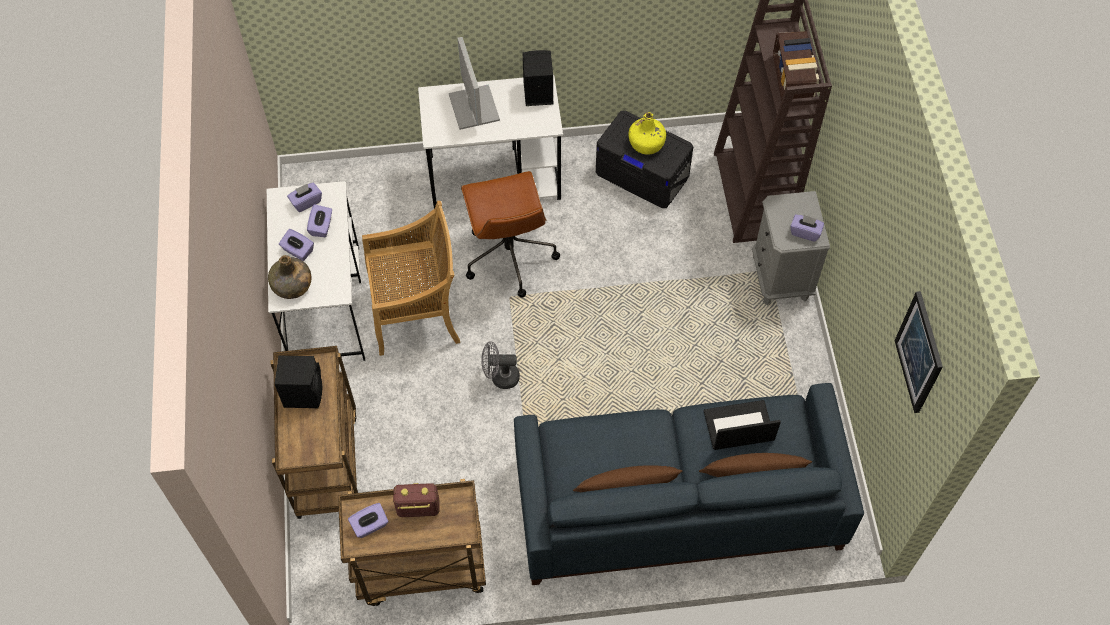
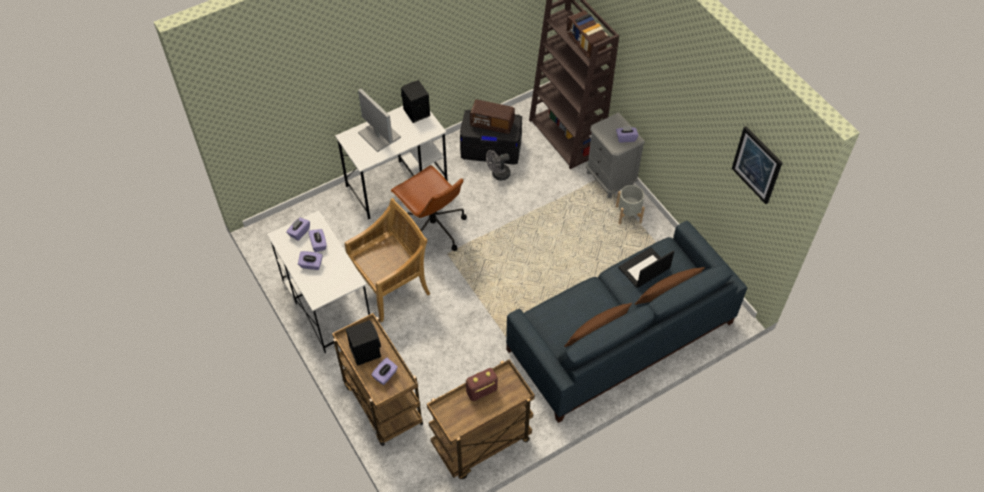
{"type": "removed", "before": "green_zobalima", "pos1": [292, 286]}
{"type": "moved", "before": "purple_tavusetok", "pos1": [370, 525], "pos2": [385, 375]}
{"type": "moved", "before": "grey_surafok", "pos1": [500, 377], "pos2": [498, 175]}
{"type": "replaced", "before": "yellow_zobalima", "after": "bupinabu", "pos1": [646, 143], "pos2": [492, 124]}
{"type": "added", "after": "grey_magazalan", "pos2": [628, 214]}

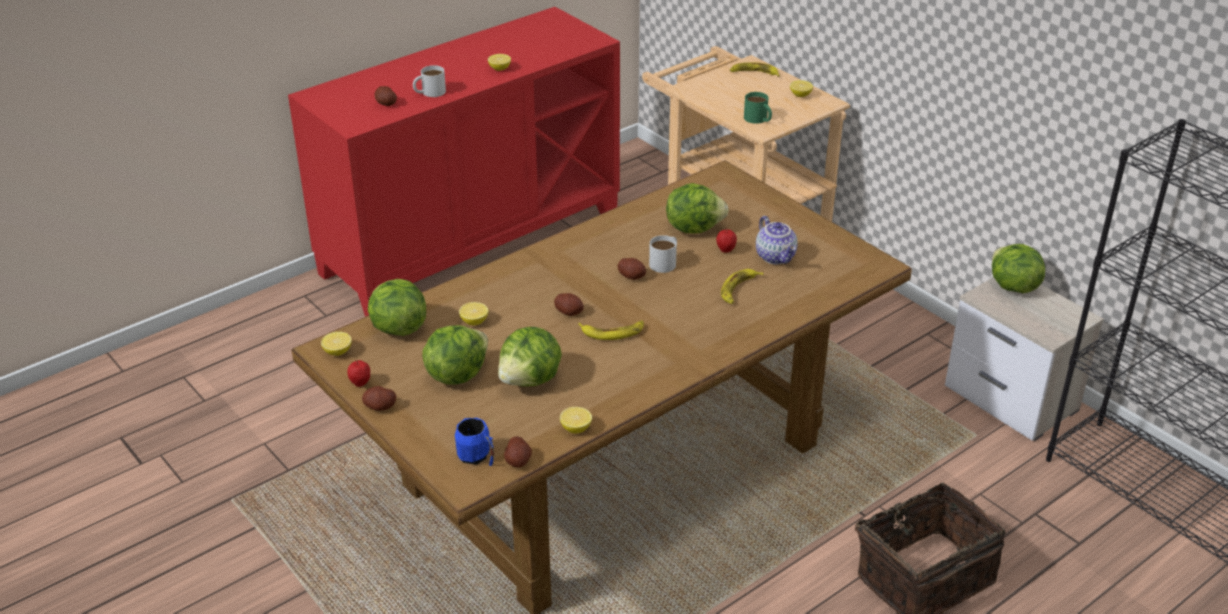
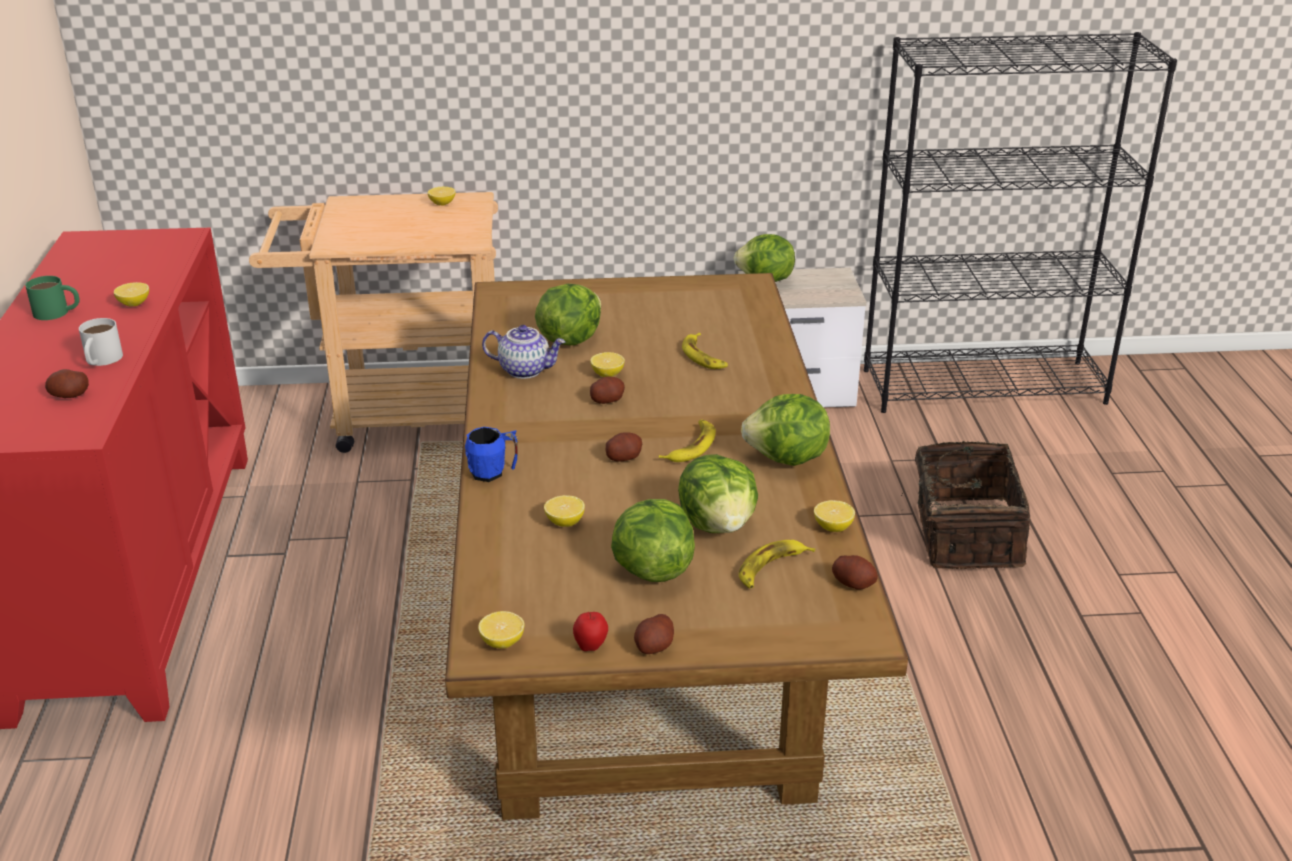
{"type": "moved", "before": "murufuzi", "pos1": [398, 328], "pos2": [787, 459]}
{"type": "moved", "before": "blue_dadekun", "pos1": [477, 458], "pos2": [493, 472]}
{"type": "replaced", "before": "white_dadekun", "after": "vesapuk", "pos1": [665, 262], "pos2": [607, 374]}
{"type": "removed", "before": "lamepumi", "pos1": [725, 251]}
{"type": "moved", "before": "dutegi", "pos1": [754, 73], "pos2": [771, 568]}
{"type": "moved", "before": "green_dadekun", "pos1": [758, 119], "pos2": [57, 312]}
{"type": "moved", "before": "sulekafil", "pos1": [776, 257], "pos2": [525, 370]}

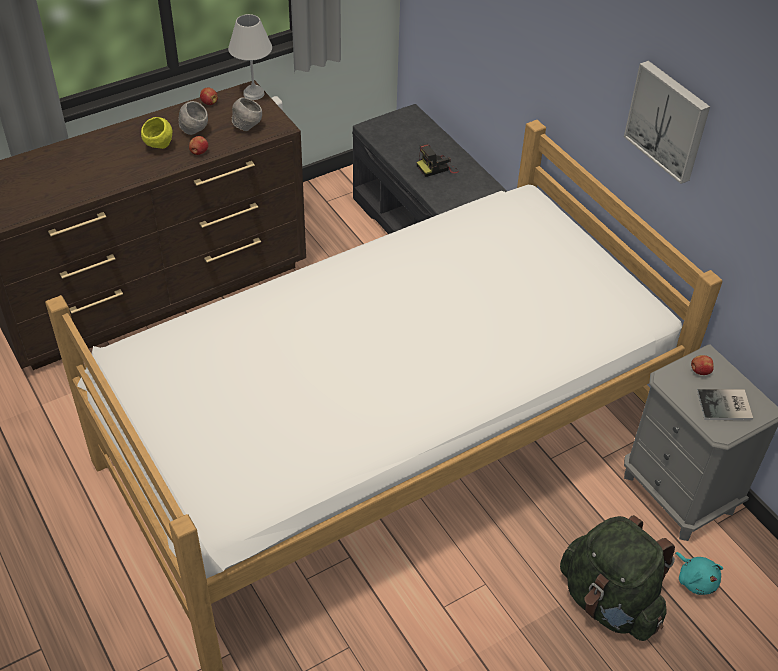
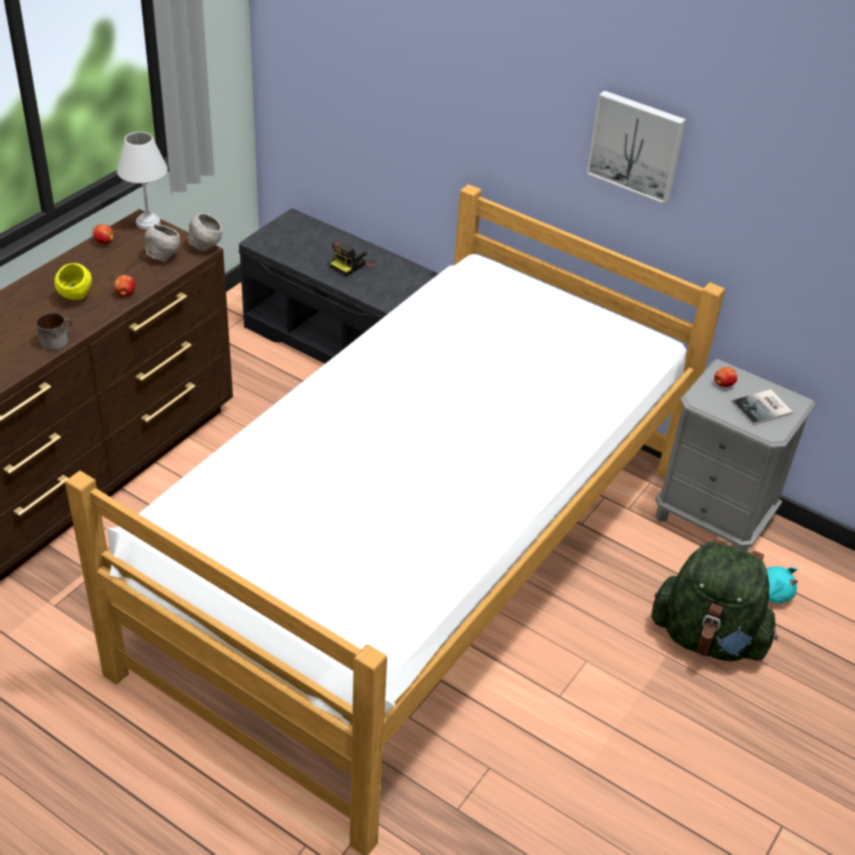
{"type": "moved", "before": "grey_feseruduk", "pos1": [194, 132], "pos2": [206, 247]}
{"type": "added", "after": "dadekun", "pos2": [57, 340]}

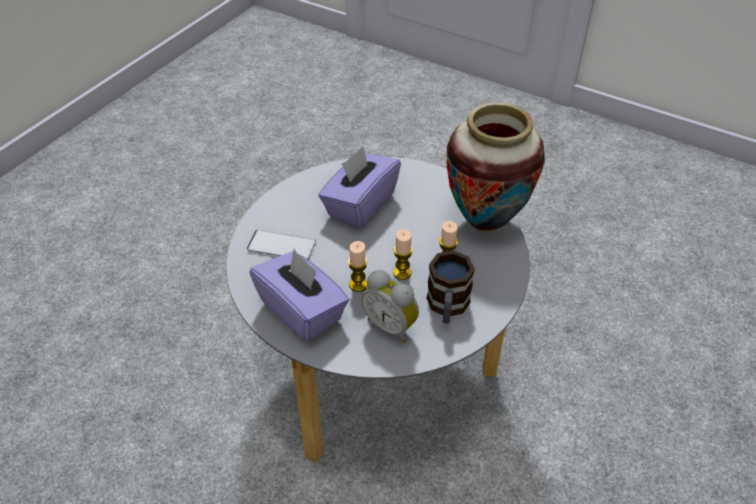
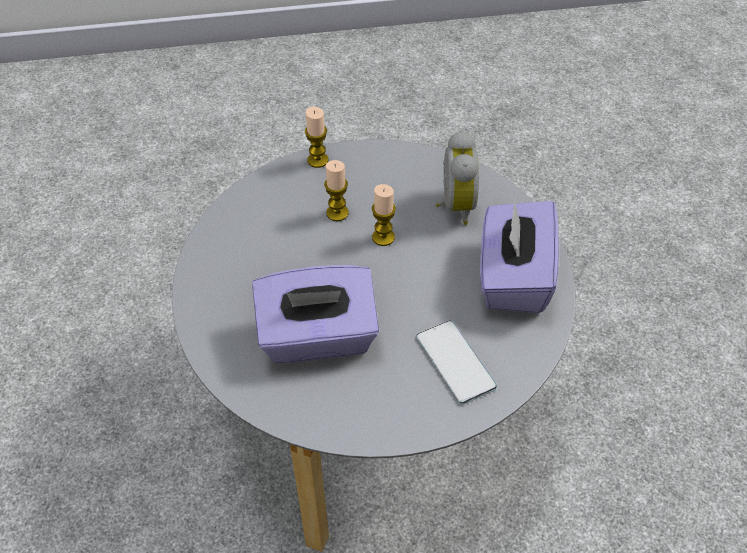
{"type": "moved", "before": "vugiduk", "pos1": [358, 285], "pos2": [317, 160]}
{"type": "removed", "before": "dadekun", "pos1": [447, 307]}
{"type": "removed", "before": "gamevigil", "pos1": [485, 223]}

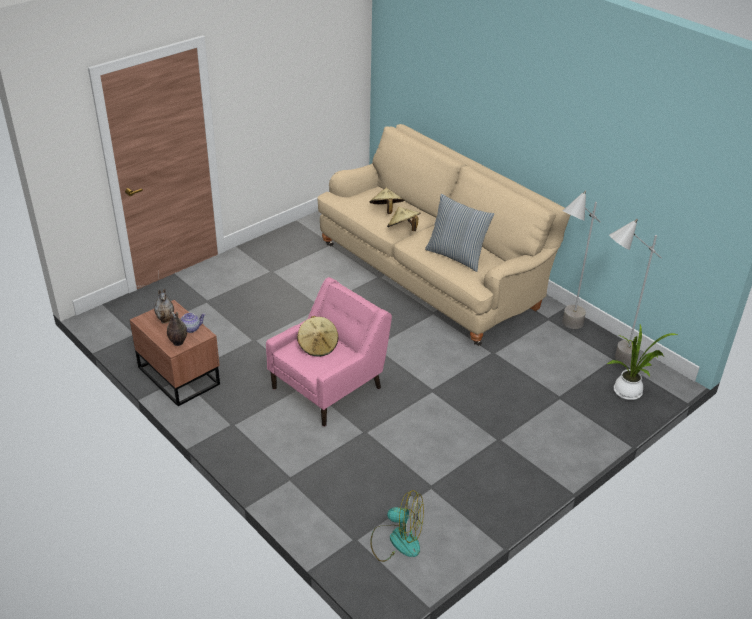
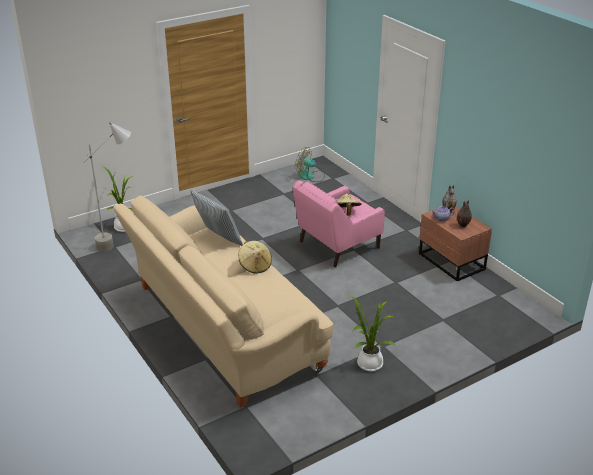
{"type": "removed", "before": "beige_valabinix", "pos1": [386, 210]}
{"type": "removed", "before": "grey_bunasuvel", "pos1": [563, 330]}
{"type": "added", "after": "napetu", "pos2": [368, 363]}

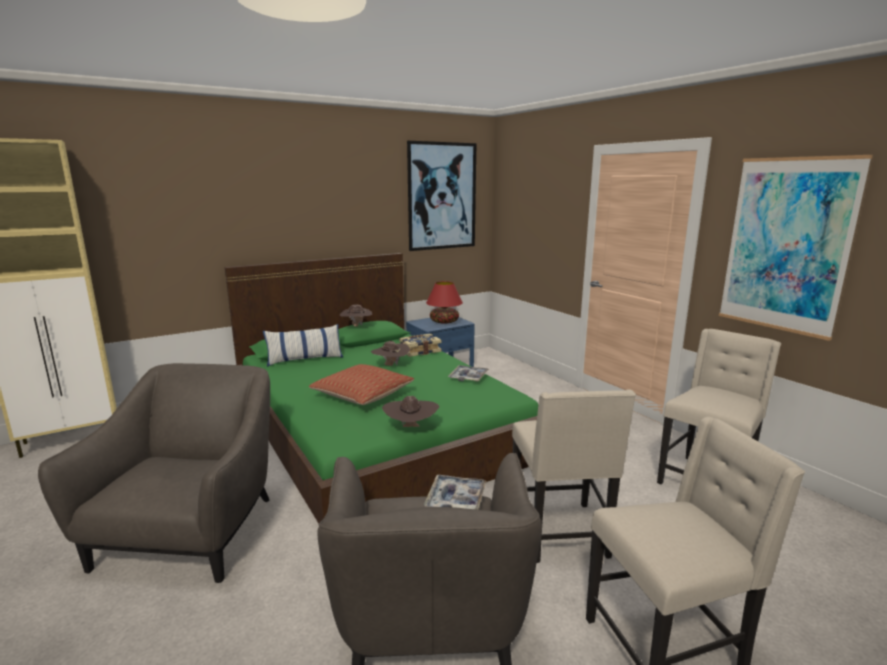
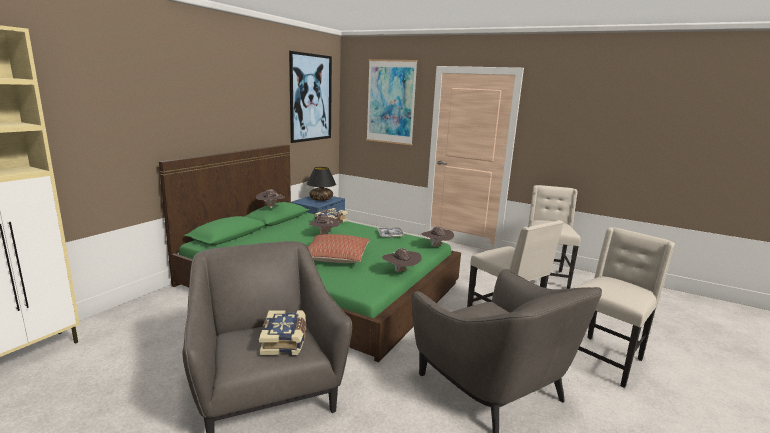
{"type": "removed", "before": "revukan", "pos1": [305, 359]}
{"type": "removed", "before": "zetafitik", "pos1": [456, 499]}
{"type": "recoloured", "before": "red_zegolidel", "after": "black_zegolidel", "pos1": [444, 321], "pos2": [321, 199]}
{"type": "moved", "before": "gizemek", "pos1": [786, 245], "pos2": [391, 102]}
{"type": "added", "after": "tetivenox", "pos2": [285, 341]}
{"type": "added", "after": "brown_valabinix", "pos2": [436, 247]}

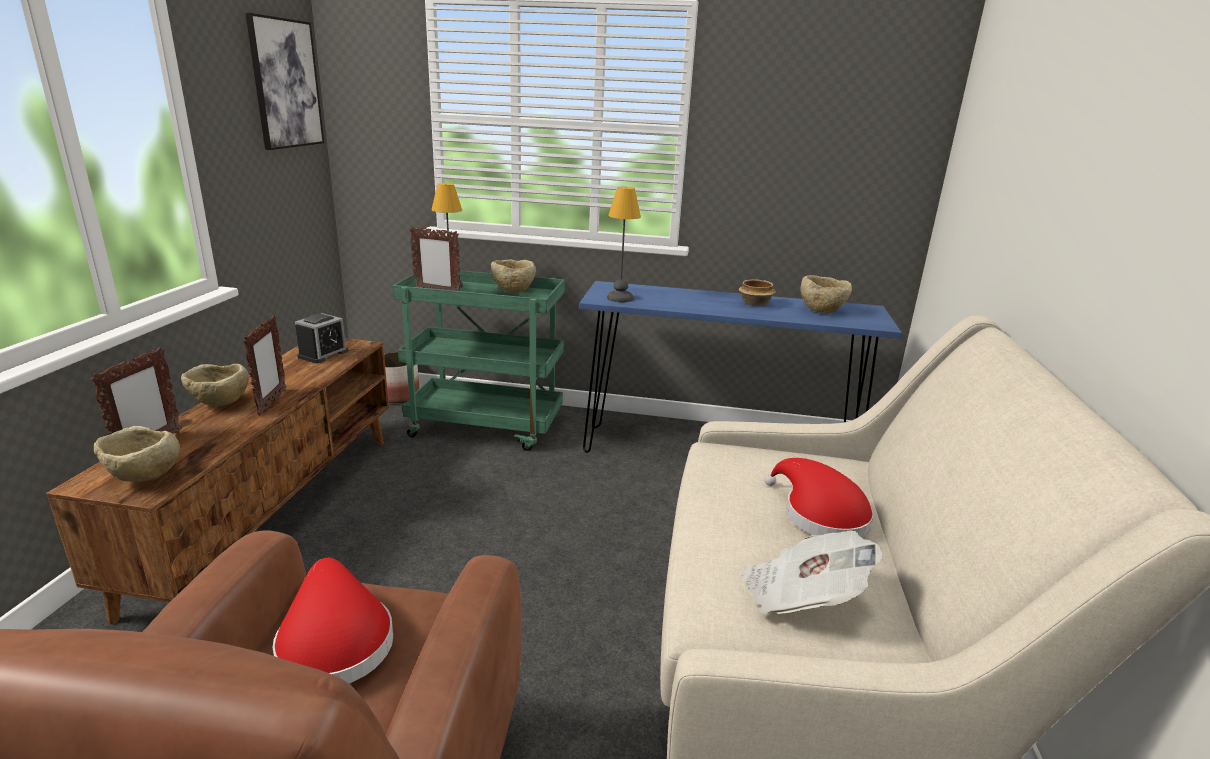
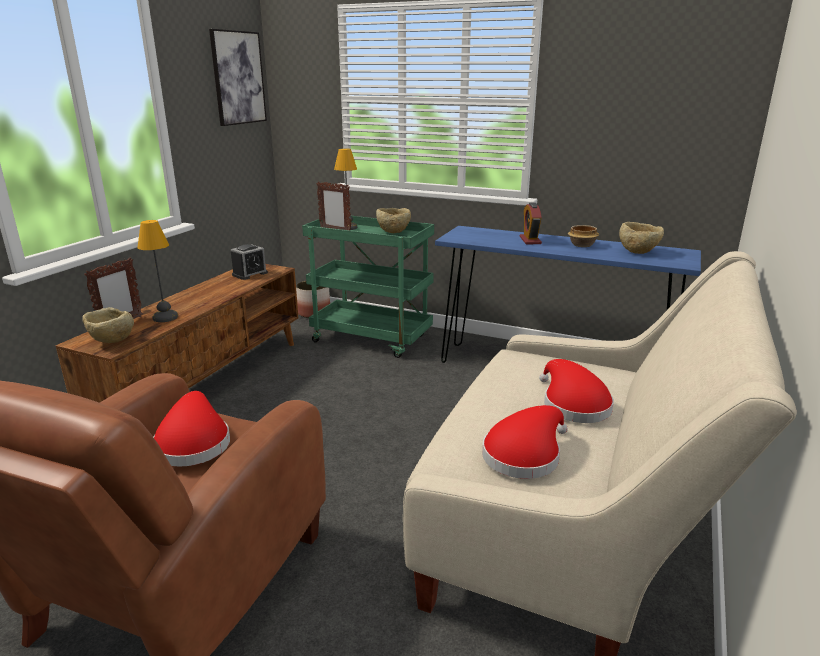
{"type": "removed", "before": "beige_feseruduk", "pos1": [220, 405]}
{"type": "removed", "before": "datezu", "pos1": [272, 402]}
{"type": "moved", "before": "zegolidel", "pos1": [619, 298], "pos2": [164, 317]}
{"type": "replaced", "before": "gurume", "after": "red_valabinix", "pos1": [801, 597], "pos2": [524, 454]}
{"type": "added", "after": "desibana", "pos2": [530, 240]}

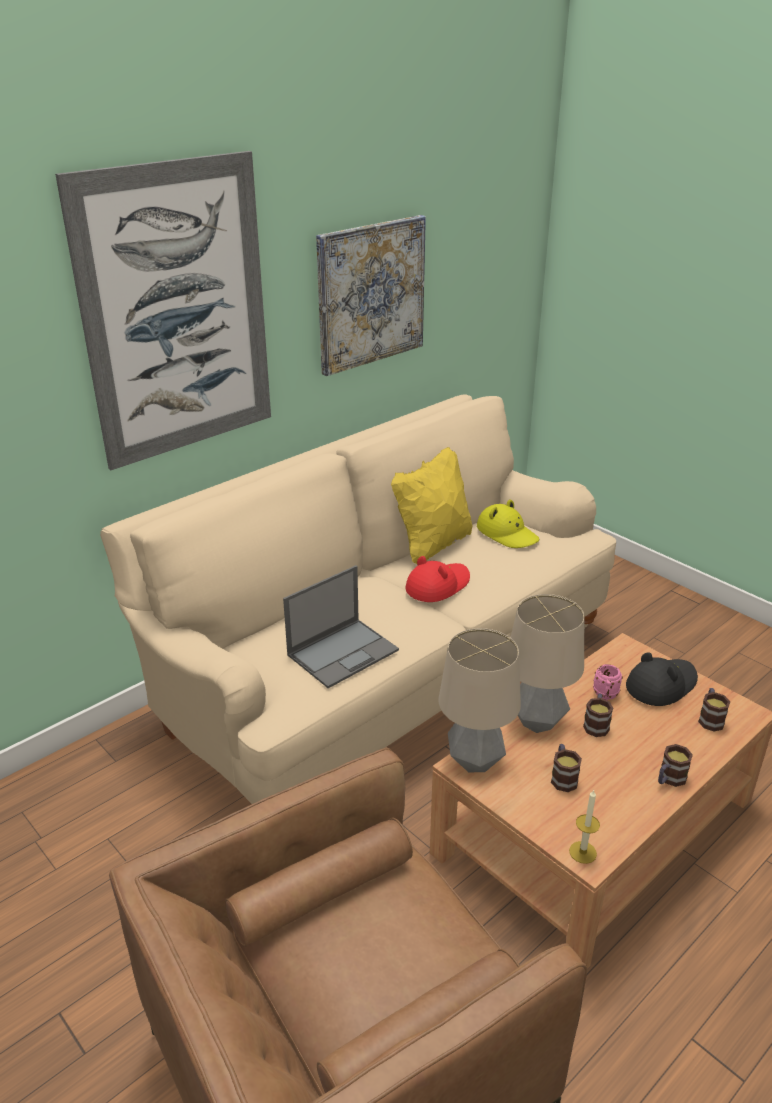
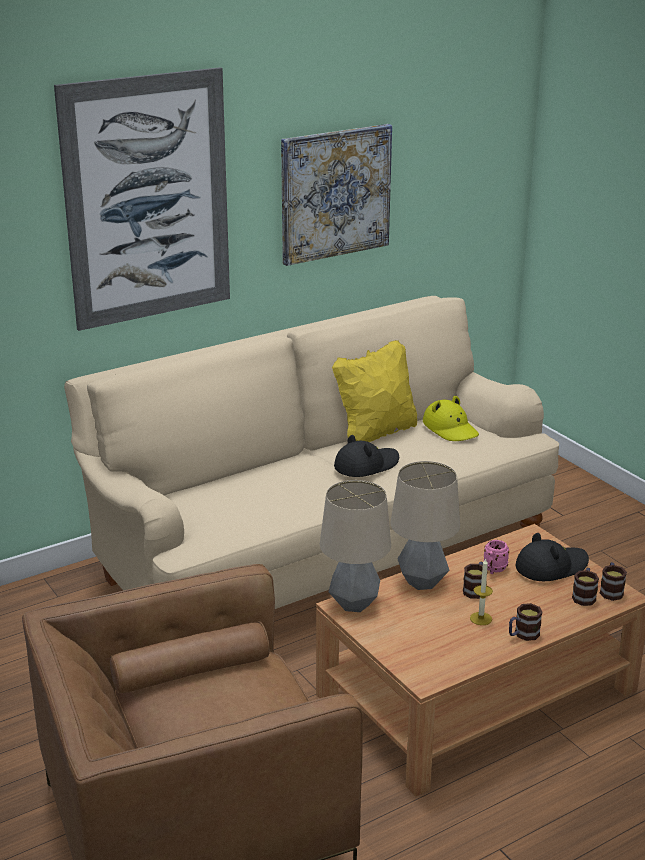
{"type": "removed", "before": "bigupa", "pos1": [343, 652]}
{"type": "recoloured", "before": "red_valabinix", "after": "black_valabinix", "pos1": [437, 585], "pos2": [366, 465]}
{"type": "moved", "before": "dadekun", "pos1": [563, 777], "pos2": [611, 590]}
{"type": "moved", "before": "vugiduk", "pos1": [582, 852], "pos2": [481, 618]}

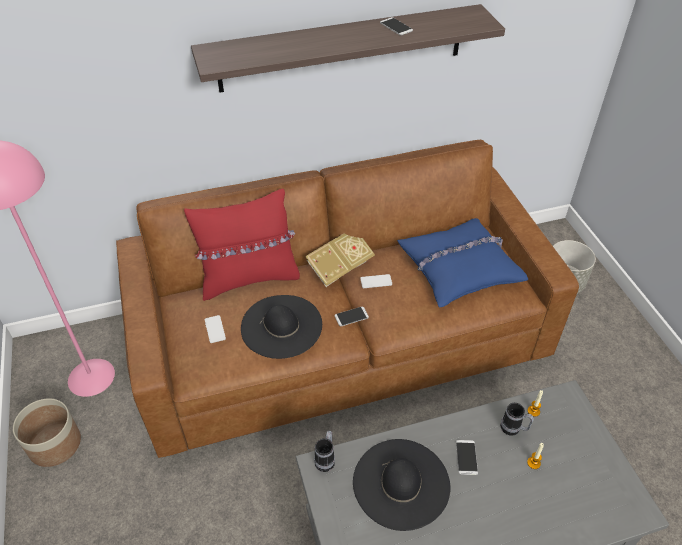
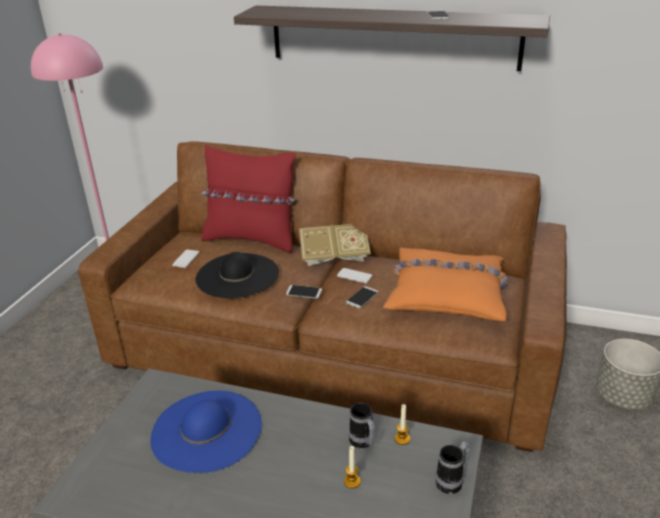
{"type": "removed", "before": "magazalan", "pos1": [54, 444]}
{"type": "moved", "before": "dadekun", "pos1": [326, 459], "pos2": [452, 481]}
{"type": "recoloured", "before": "black_valabinix", "after": "blue_valabinix", "pos1": [401, 483], "pos2": [206, 430]}
{"type": "recoloured", "before": "blue_revukan", "after": "orange_revukan", "pos1": [459, 268], "pos2": [447, 294]}
{"type": "moved", "before": "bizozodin", "pos1": [466, 457], "pos2": [362, 297]}

